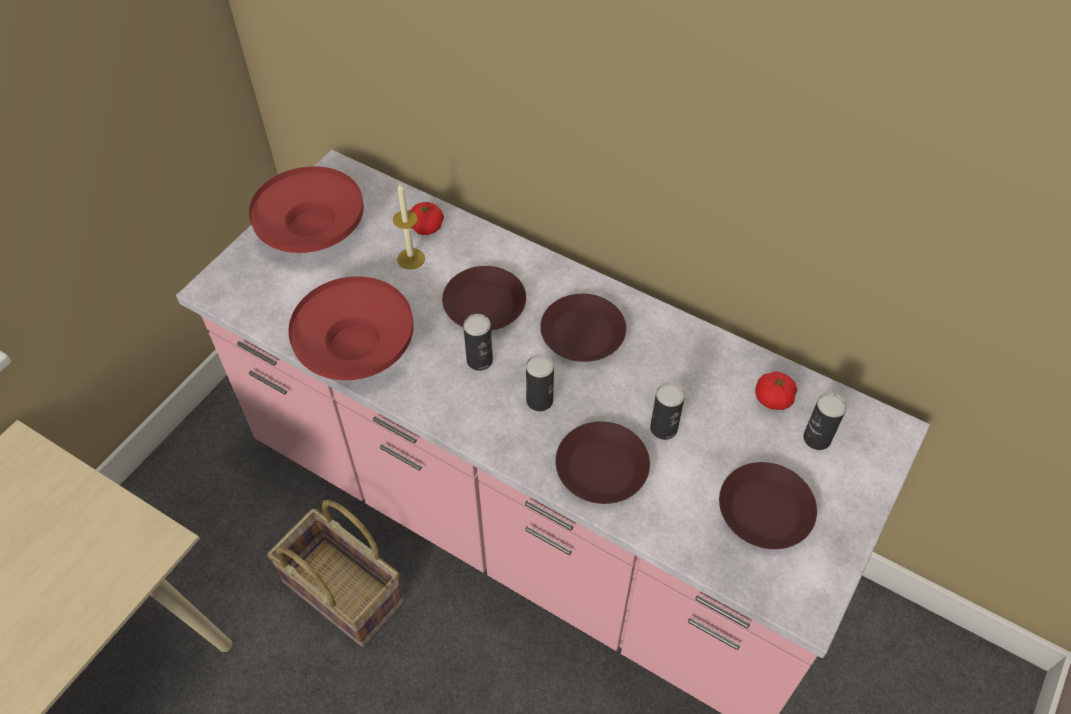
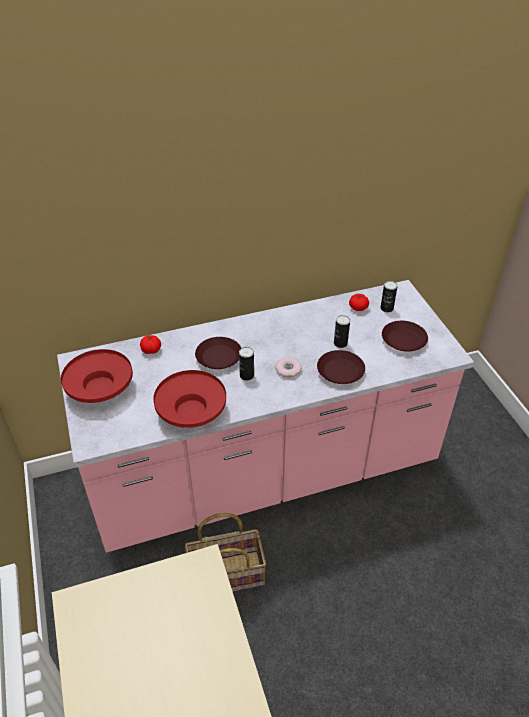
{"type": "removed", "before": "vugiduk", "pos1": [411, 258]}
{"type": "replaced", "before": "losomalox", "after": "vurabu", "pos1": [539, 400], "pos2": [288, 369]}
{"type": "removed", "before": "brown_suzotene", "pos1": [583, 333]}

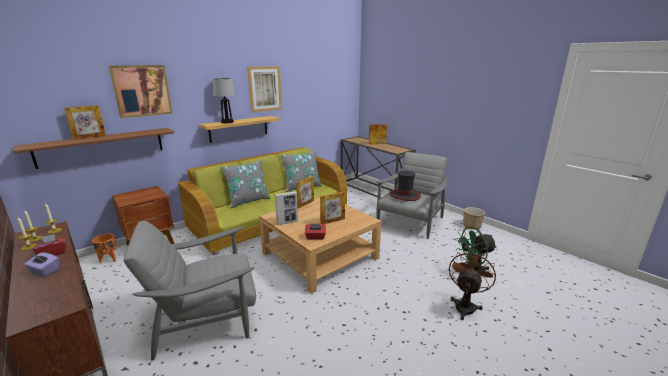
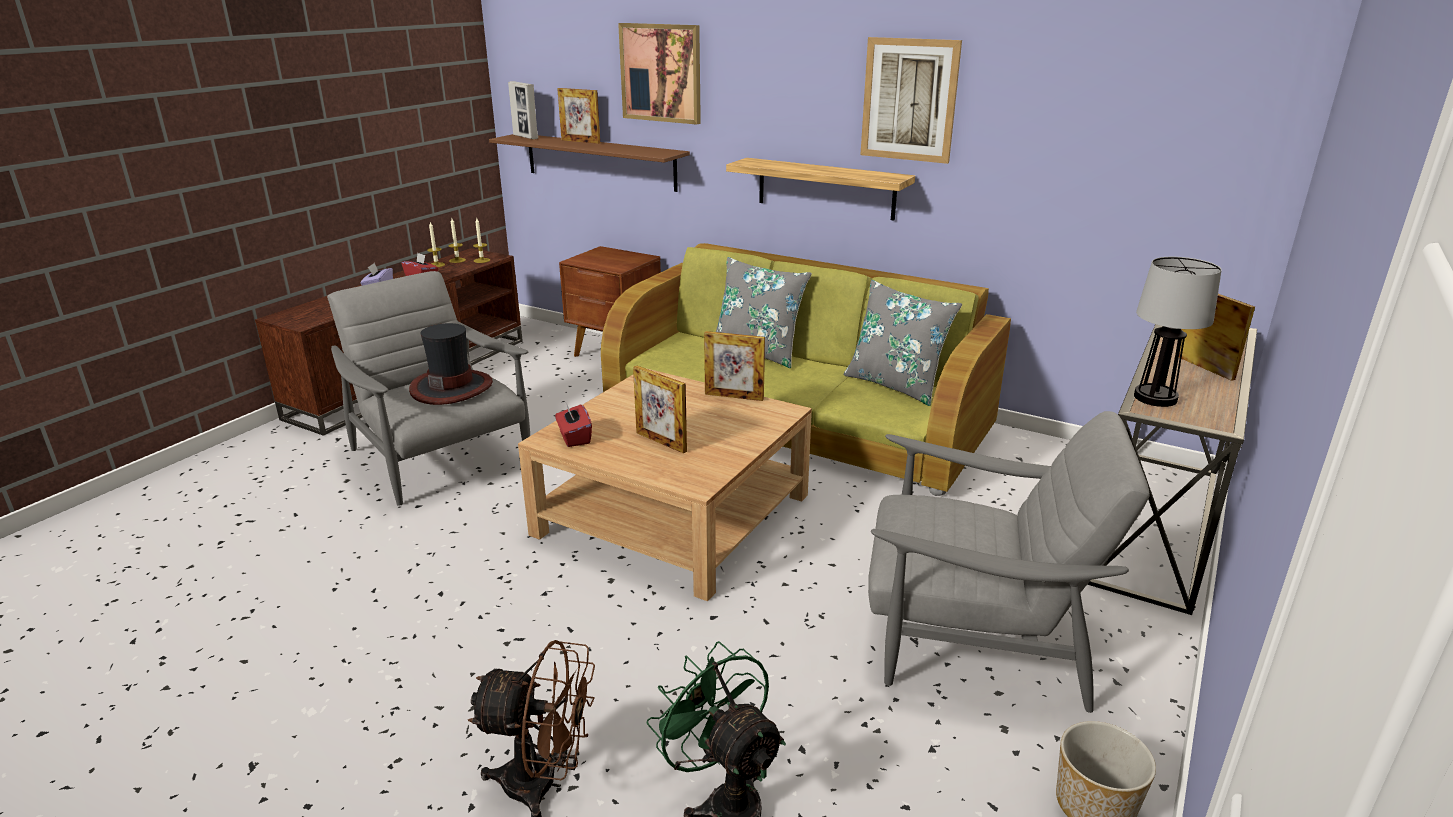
{"type": "removed", "before": "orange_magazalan", "pos1": [109, 259]}
{"type": "moved", "before": "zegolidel", "pos1": [227, 122], "pos2": [1155, 398]}
{"type": "moved", "before": "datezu", "pos1": [287, 222], "pos2": [525, 137]}
{"type": "moved", "before": "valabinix", "pos1": [404, 195], "pos2": [451, 387]}

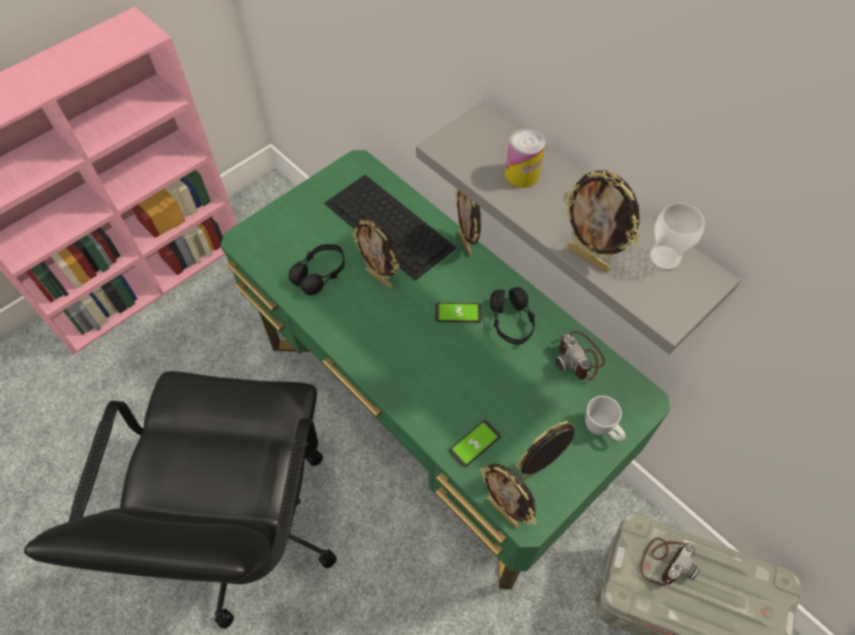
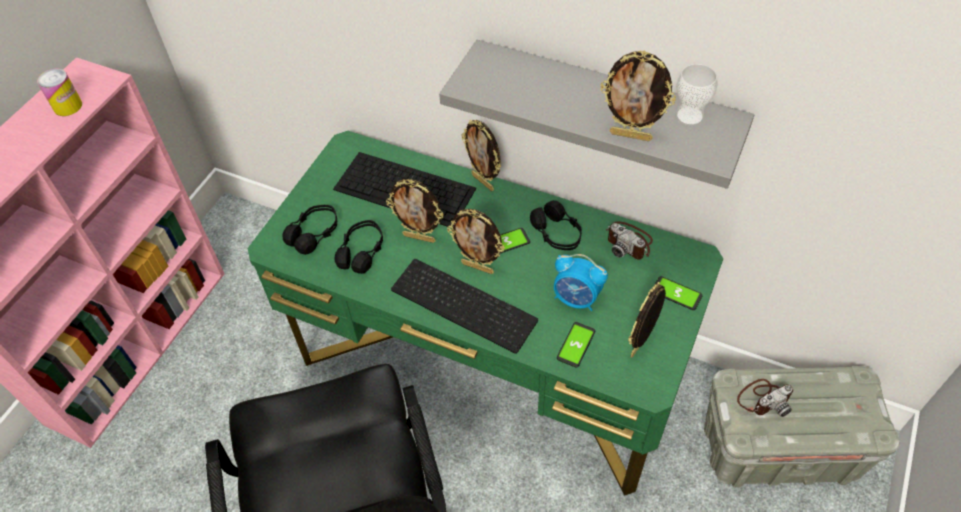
{"type": "moved", "before": "datezu", "pos1": [503, 512], "pos2": [478, 267]}
{"type": "moved", "before": "losomalox", "pos1": [521, 174], "pos2": [68, 106]}
{"type": "replaced", "before": "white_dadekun", "after": "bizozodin", "pos1": [602, 430], "pos2": [676, 293]}
{"type": "turned", "before": "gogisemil", "pos1": [665, 561], "pos2": [764, 399], "turn": 45}
{"type": "added", "after": "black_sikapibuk", "pos2": [314, 234]}
{"type": "added", "after": "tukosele", "pos2": [466, 303]}
{"type": "added", "after": "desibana", "pos2": [576, 299]}

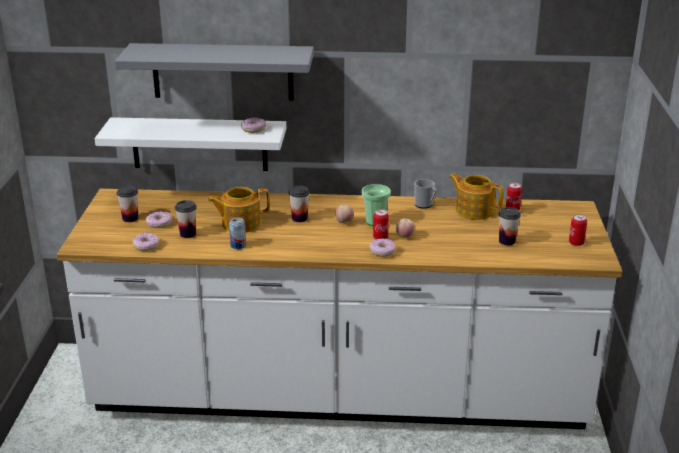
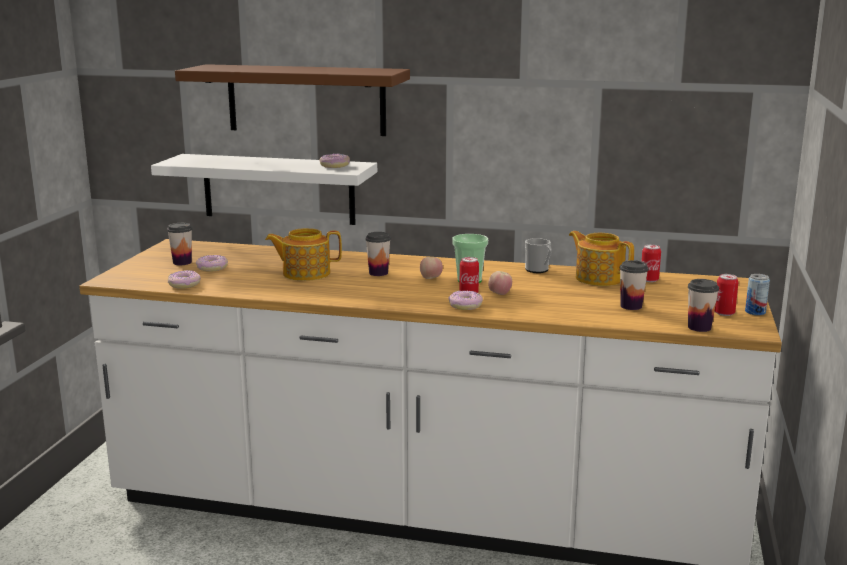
{"type": "recoloured", "before": "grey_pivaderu", "after": "brown_pivaderu", "pos1": [222, 71], "pos2": [306, 100]}
{"type": "moved", "before": "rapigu", "pos1": [188, 234], "pos2": [699, 327]}
{"type": "moved", "before": "losomalox", "pos1": [238, 245], "pos2": [755, 312]}

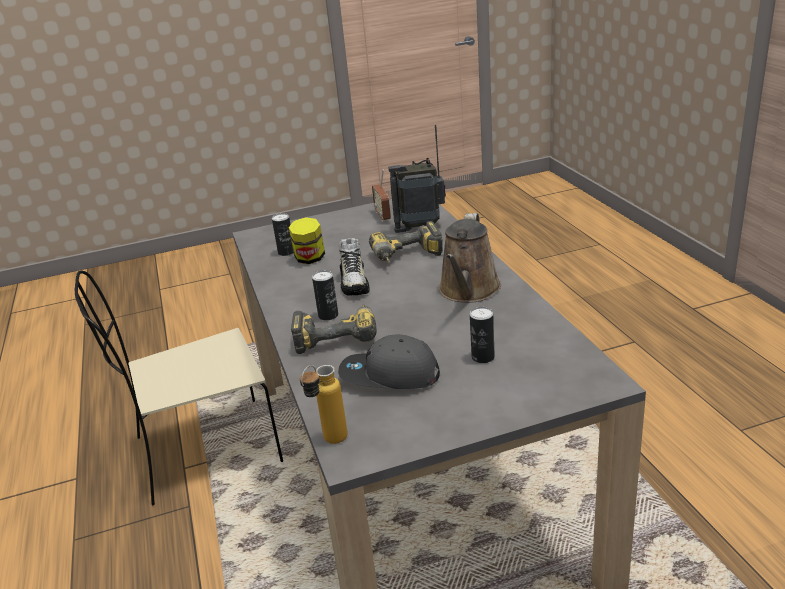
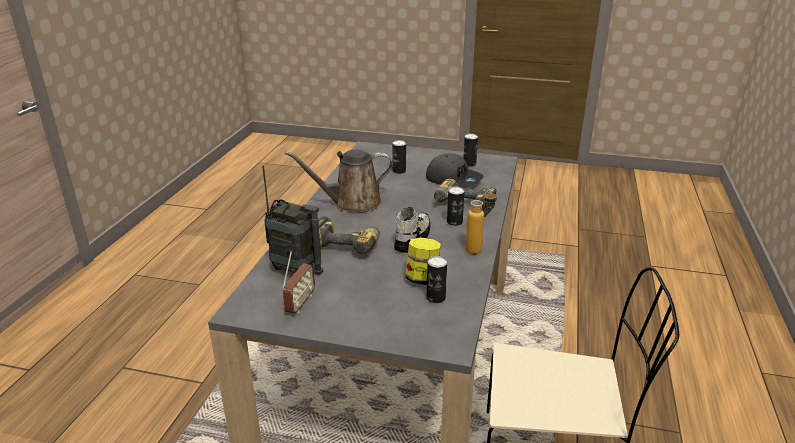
{"type": "moved", "before": "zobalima", "pos1": [329, 443], "pos2": [479, 249]}
{"type": "turned", "before": "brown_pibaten", "pos1": [468, 291], "pos2": [352, 203], "turn": -150}
{"type": "added", "after": "losomalox", "pos2": [469, 164]}

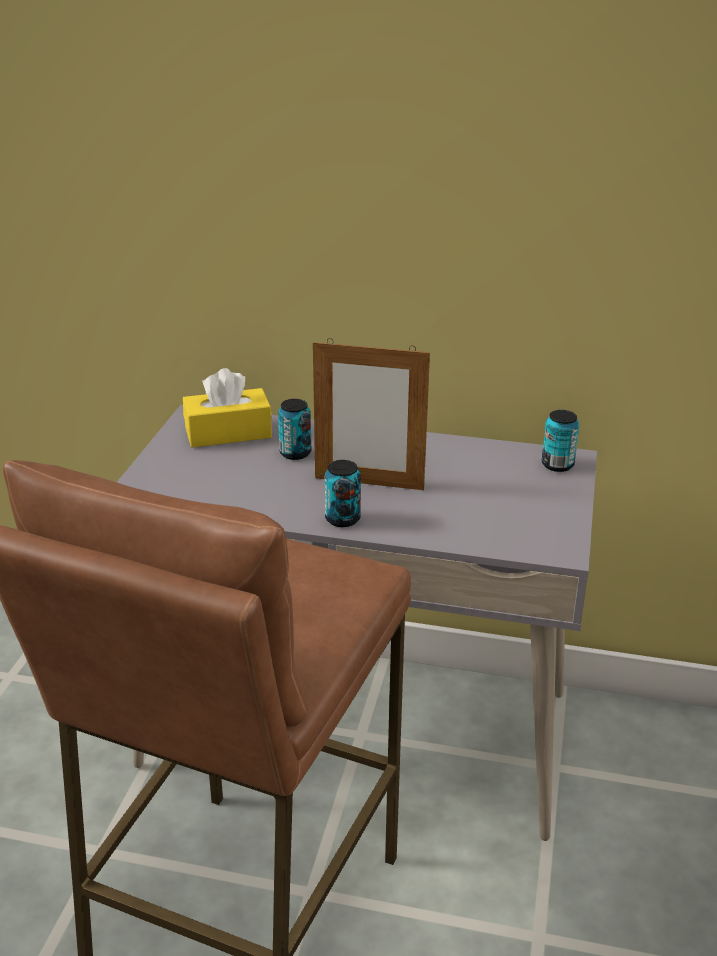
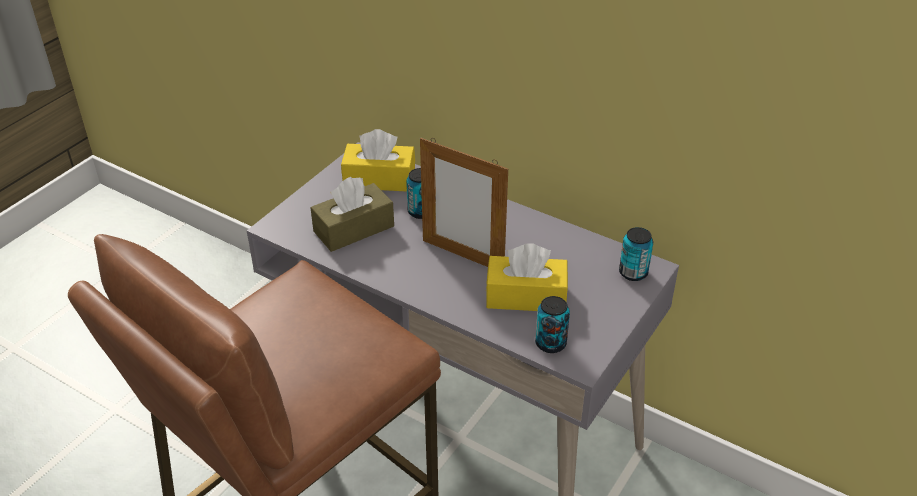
{"type": "moved", "before": "losomalox", "pos1": [342, 519], "pos2": [550, 343]}
{"type": "added", "after": "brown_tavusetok", "pos2": [354, 229]}
{"type": "added", "after": "yellow_tavusetok", "pos2": [526, 296]}

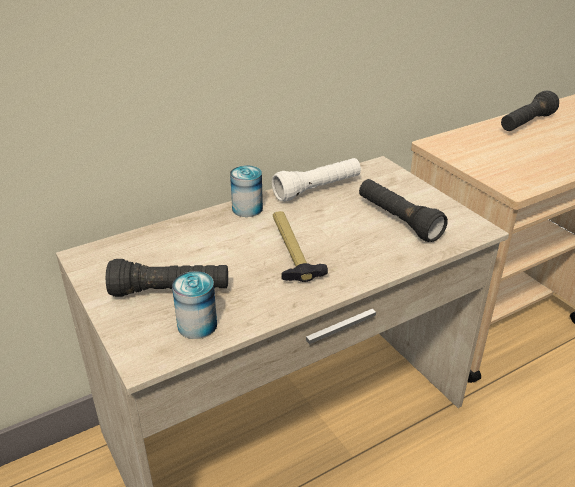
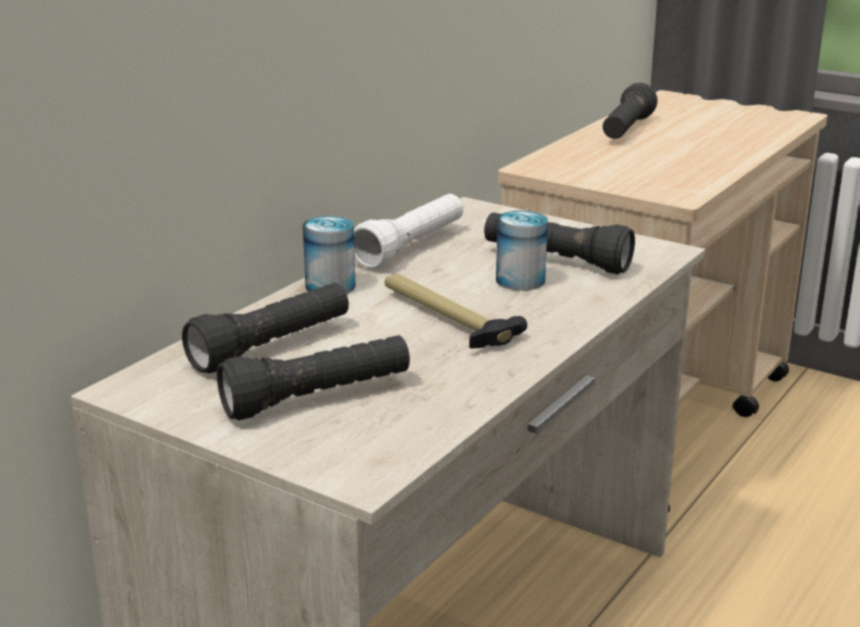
{"type": "moved", "before": "losomalox", "pos1": [197, 325], "pos2": [520, 280]}
{"type": "added", "after": "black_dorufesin", "pos2": [272, 347]}

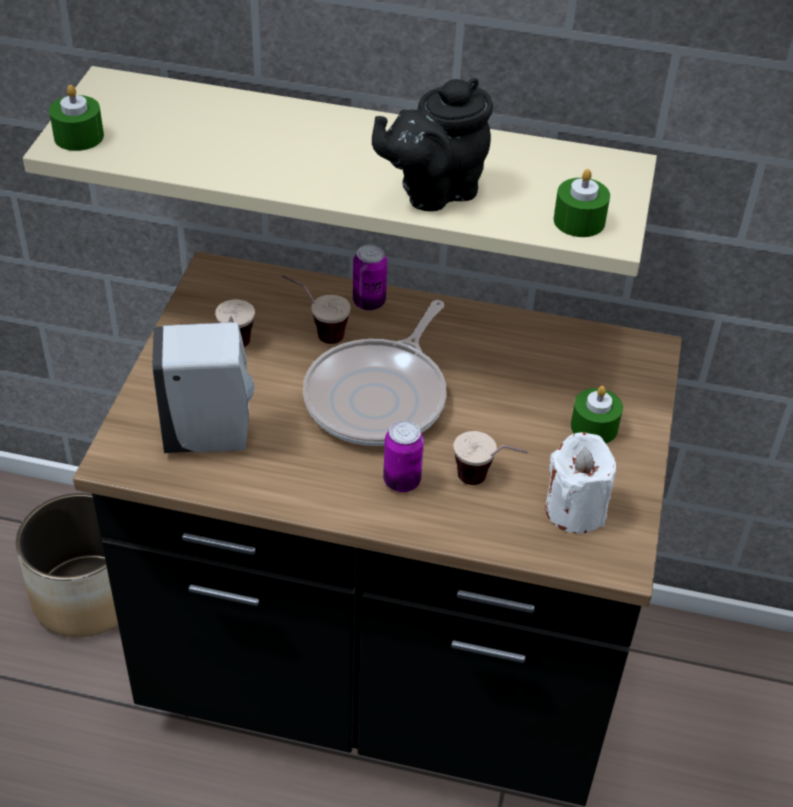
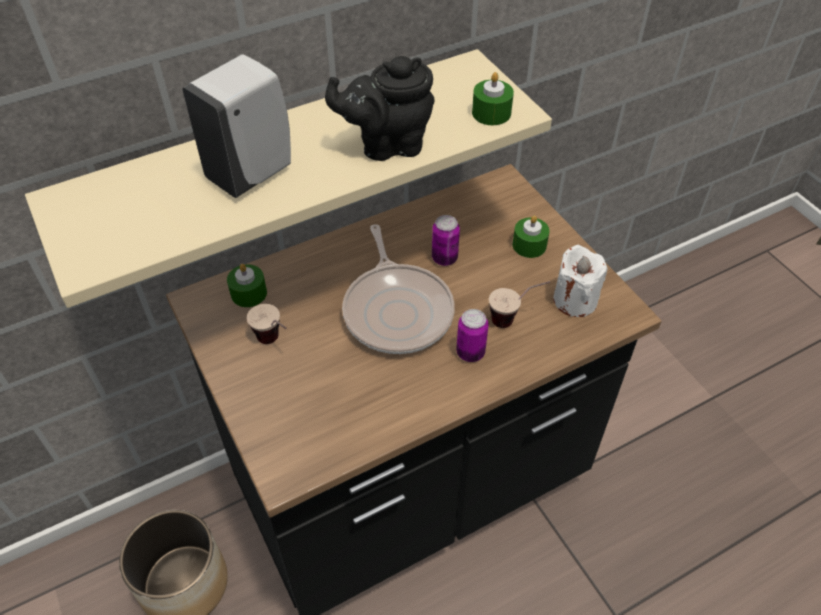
{"type": "moved", "before": "green_vugiduk", "pos1": [79, 136], "pos2": [249, 293]}
{"type": "moved", "before": "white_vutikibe", "pos1": [211, 437], "pos2": [253, 173]}
{"type": "removed", "before": "rapigu", "pos1": [316, 332]}
{"type": "moved", "before": "losomalox", "pos1": [369, 302], "pos2": [444, 258]}
{"type": "turned", "before": "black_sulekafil", "pos1": [433, 191], "pos2": [387, 145], "turn": 60}

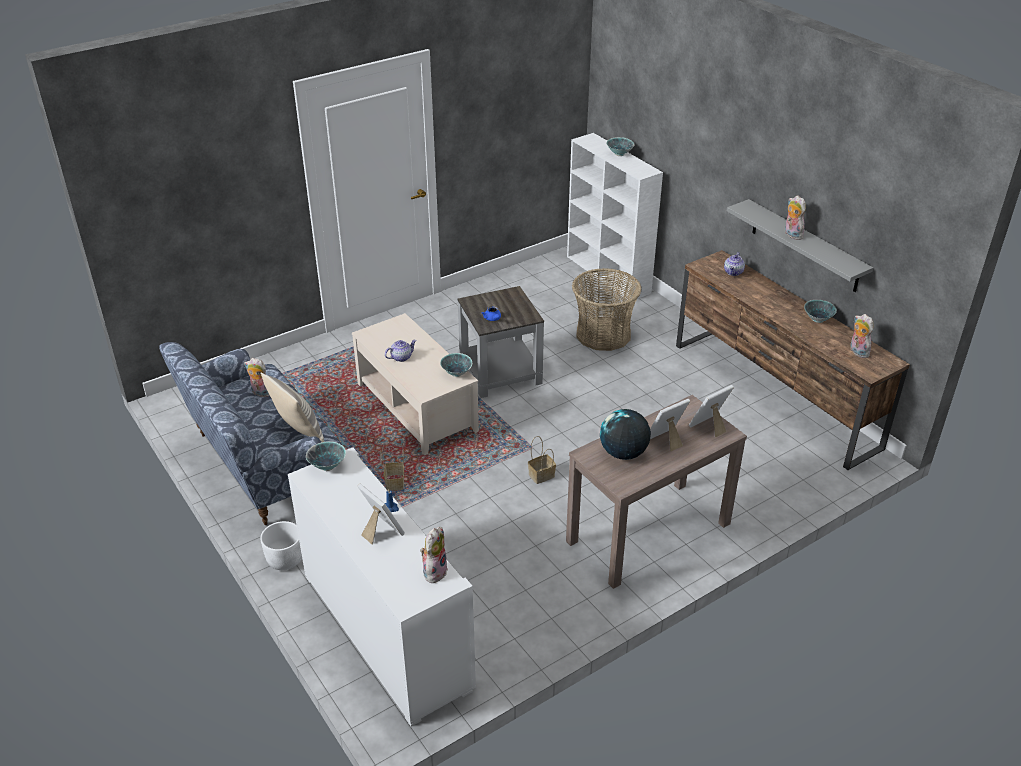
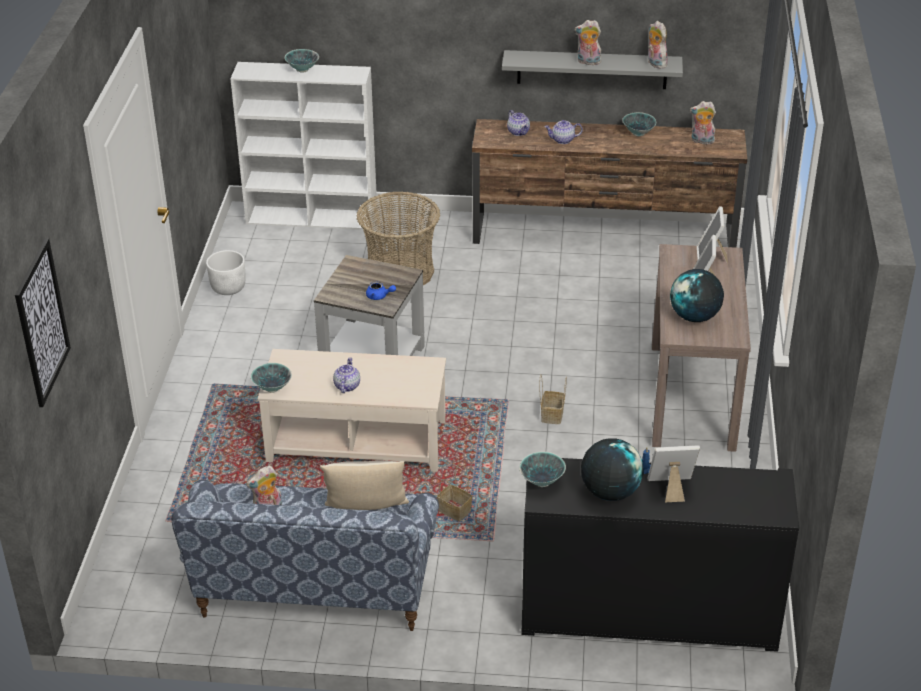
{"type": "moved", "before": "white_magazalan", "pos1": [285, 559], "pos2": [228, 288]}
{"type": "recoloured", "before": "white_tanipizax", "after": "black_tanipizax", "pos1": [386, 630], "pos2": [648, 612]}
{"type": "moved", "before": "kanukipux", "pos1": [434, 571], "pos2": [655, 63]}
{"type": "moved", "before": "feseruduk", "pos1": [456, 373], "pos2": [272, 388]}
{"type": "added", "after": "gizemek", "pos2": [42, 322]}
{"type": "added", "after": "sulekafil", "pos2": [562, 140]}
{"type": "added", "after": "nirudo", "pos2": [610, 492]}

